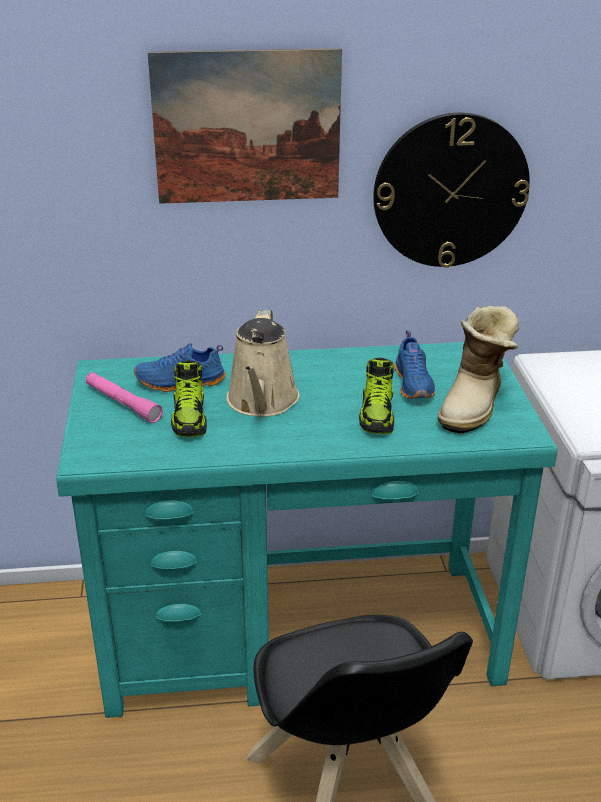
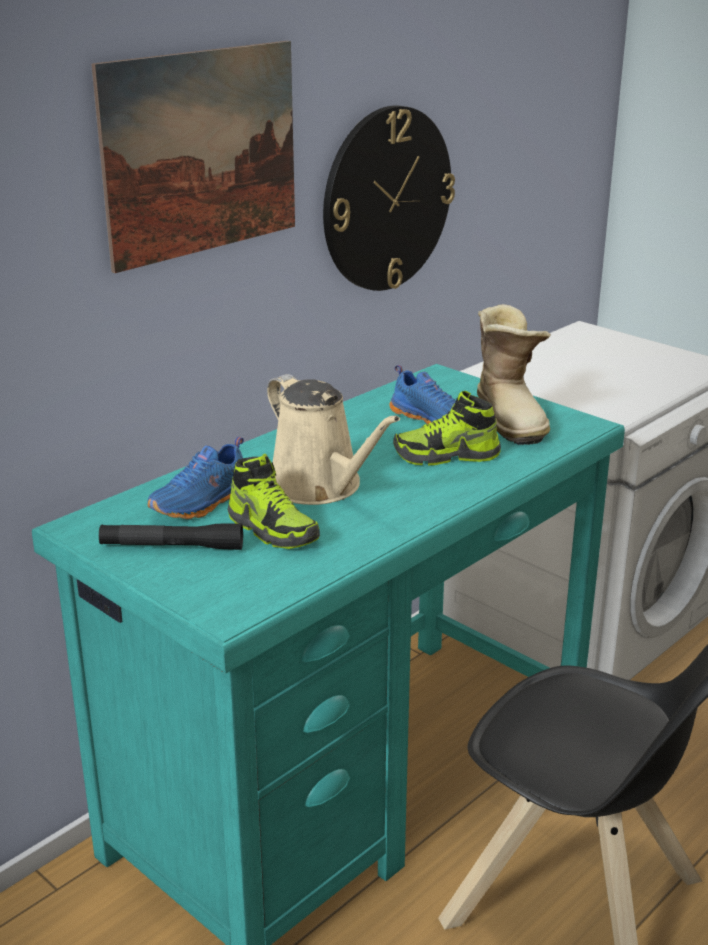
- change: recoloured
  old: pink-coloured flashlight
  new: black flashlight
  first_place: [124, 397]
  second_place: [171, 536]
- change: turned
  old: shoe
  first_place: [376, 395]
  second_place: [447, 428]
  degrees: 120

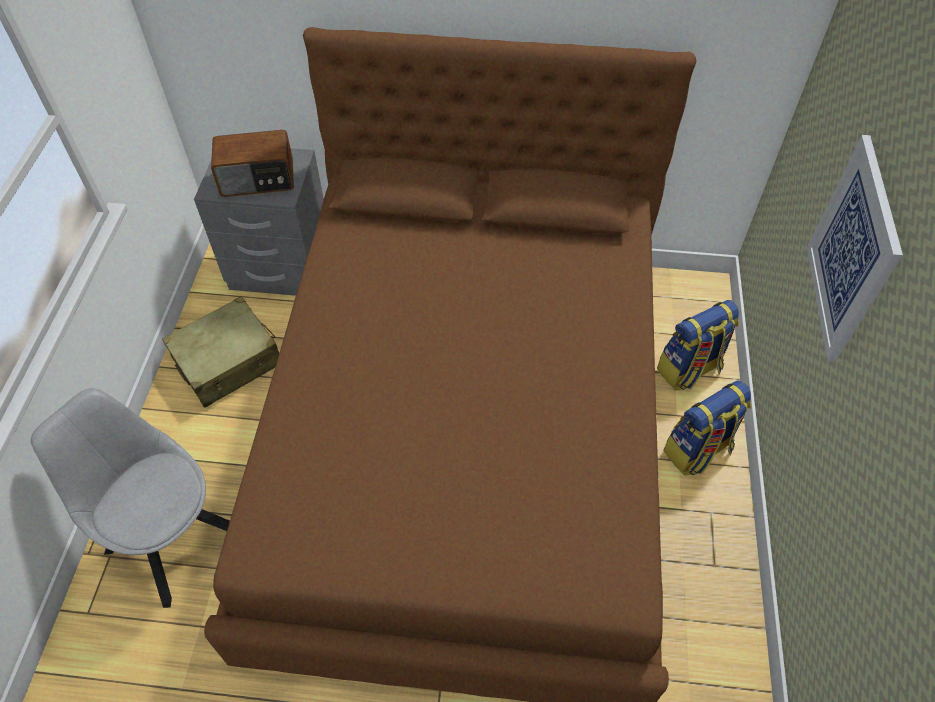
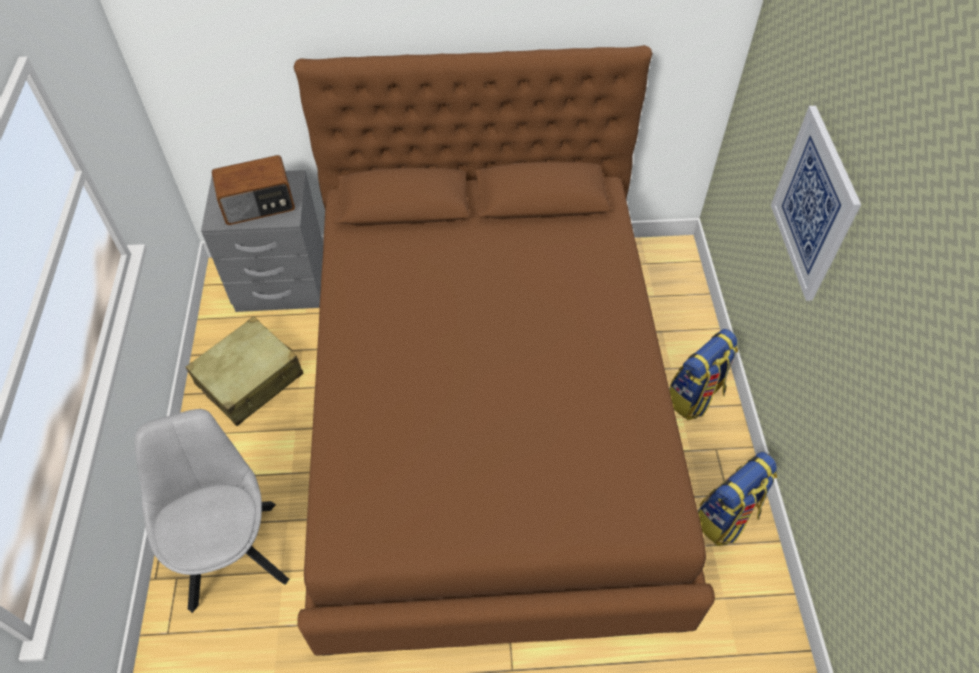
- change: moved
  old: rucksack
  first_place: [698, 345]
  second_place: [737, 499]
- change: turned
  old: gray plain chair
  first_place: [130, 498]
  second_place: [212, 511]
  degrees: 45

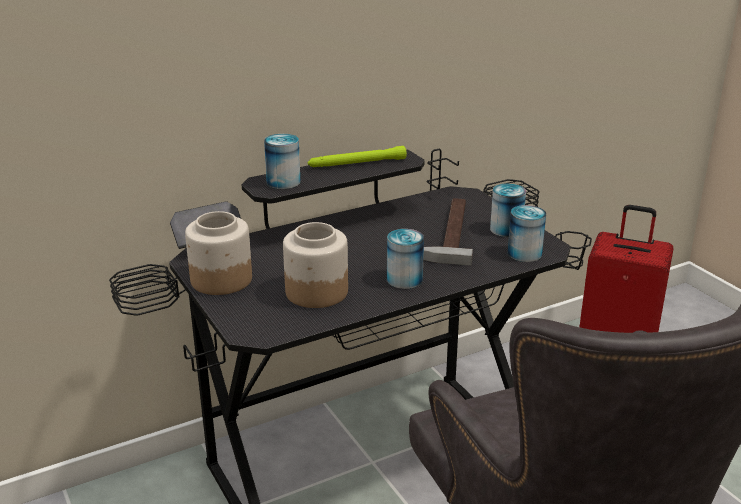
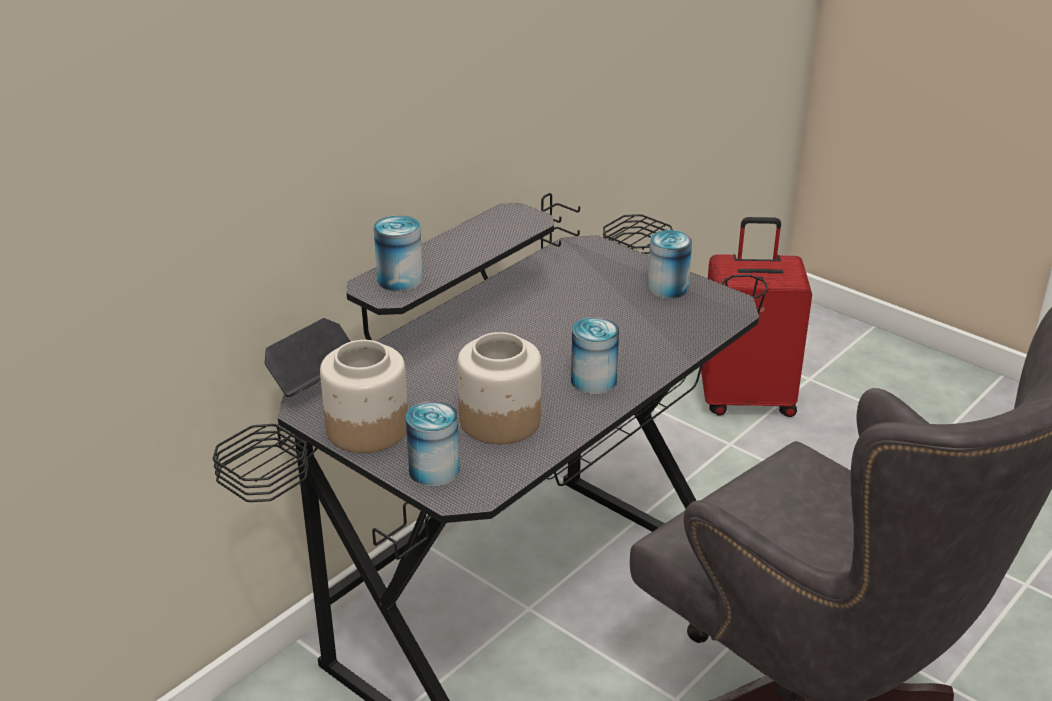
- change: removed
  old: greenish flashlight
  first_place: [357, 156]
- change: removed
  old: hand hammer
  first_place: [448, 232]
- change: moved
  old: sealed can
  first_place: [527, 233]
  second_place: [433, 444]

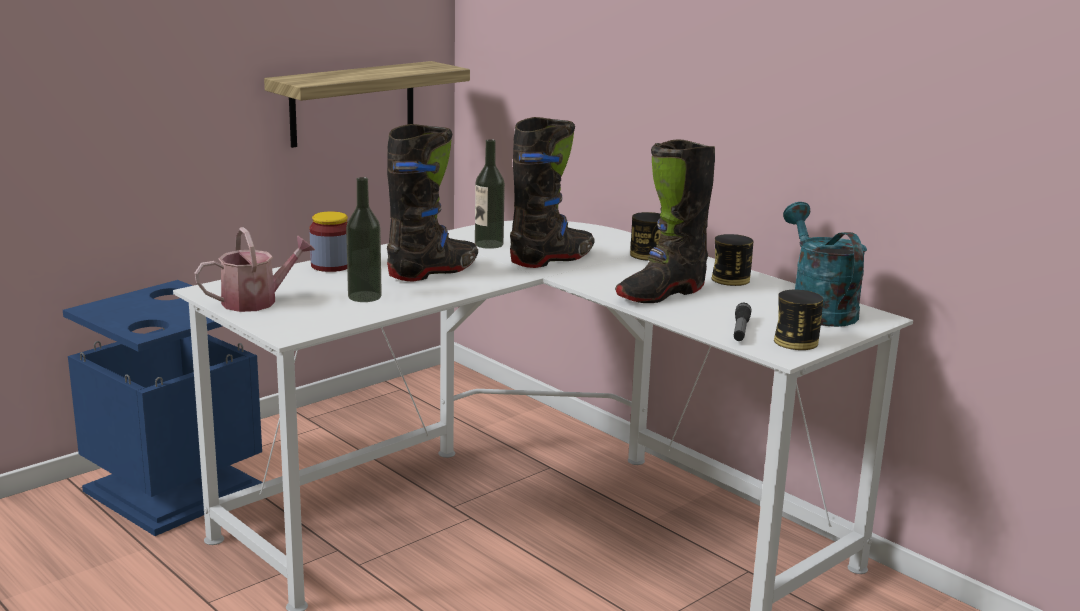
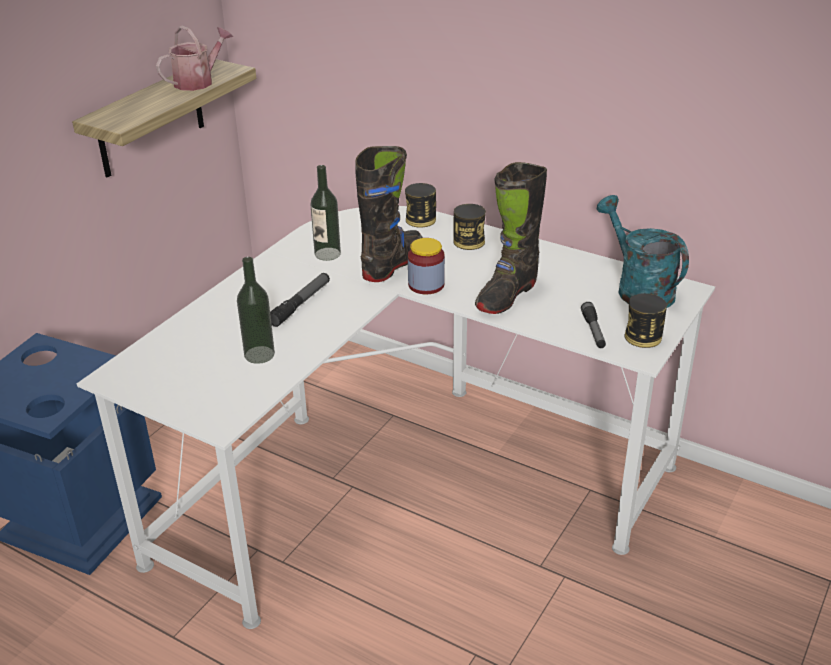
- change: moved
  old: watering pot
  first_place: [254, 269]
  second_place: [194, 58]
- change: moved
  old: jar
  first_place: [329, 241]
  second_place: [426, 266]
- change: moved
  old: sealed can
  first_place: [732, 260]
  second_place: [420, 205]
- change: replaced
  old: black high-top boot
  new: flashlight
  first_place: [432, 202]
  second_place: [300, 300]

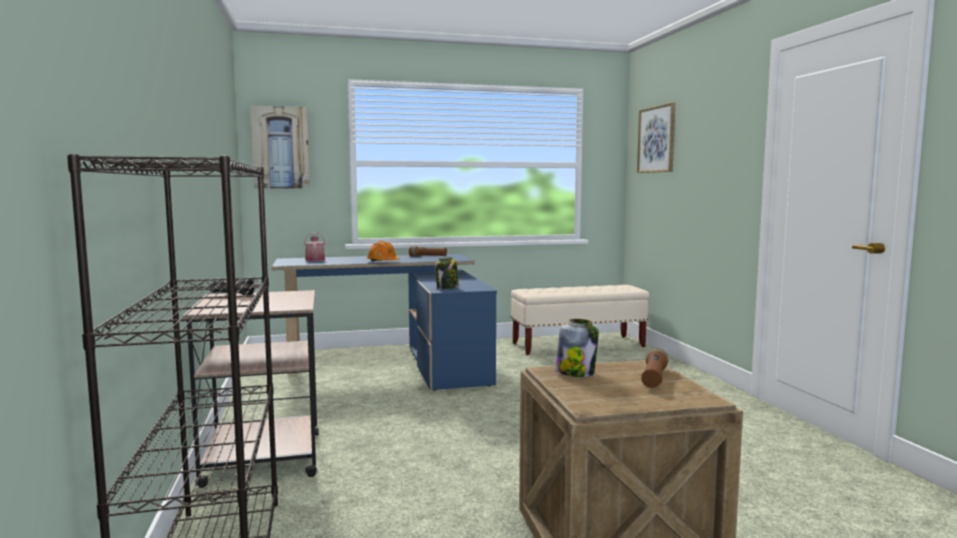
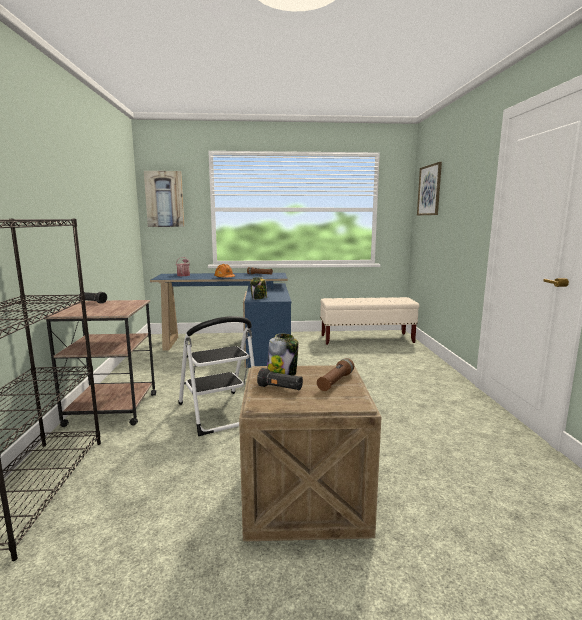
- change: added
  new: step ladder
  second_place: [216, 376]
- change: added
  new: black flashlight
  second_place: [280, 379]

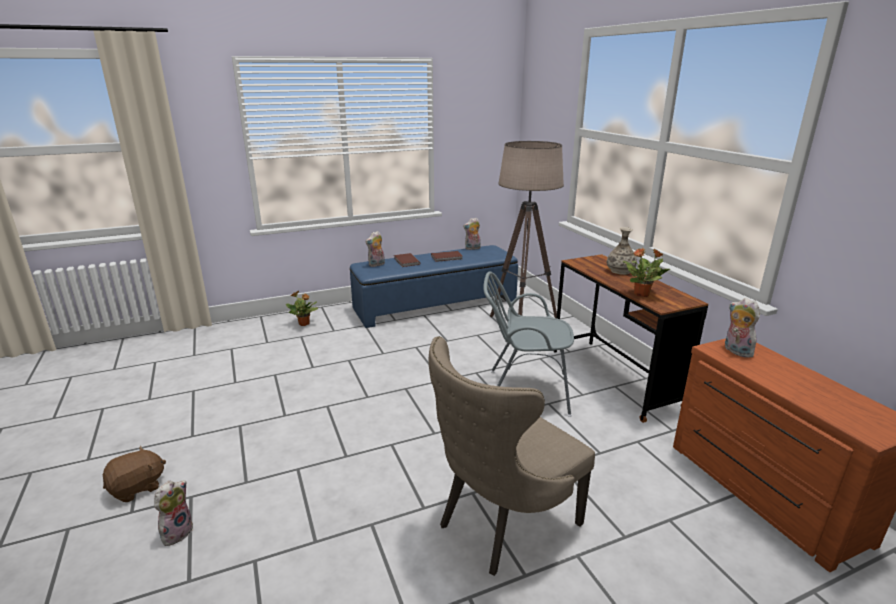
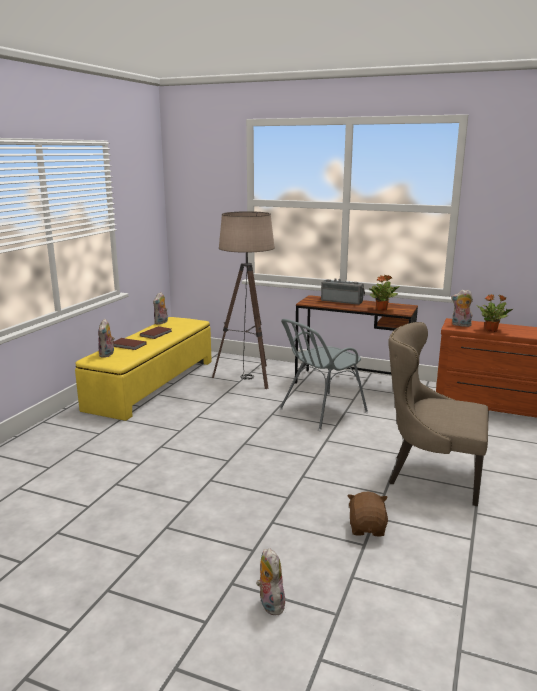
- change: moved
  old: brown-coloured plush toy
  first_place: [134, 474]
  second_place: [367, 514]
- change: moved
  old: houseplant
  first_place: [302, 308]
  second_place: [494, 313]
- change: replaced
  old: vase
  new: radio receiver
  first_place: [622, 251]
  second_place: [343, 291]
- change: recoloured
  old: blue-coloured bench
  new: yellow bench
  first_place: [434, 286]
  second_place: [143, 369]
- change: turned
  old: sand-coloured plain chair
  first_place: [512, 456]
  second_place: [438, 414]
  degrees: 105

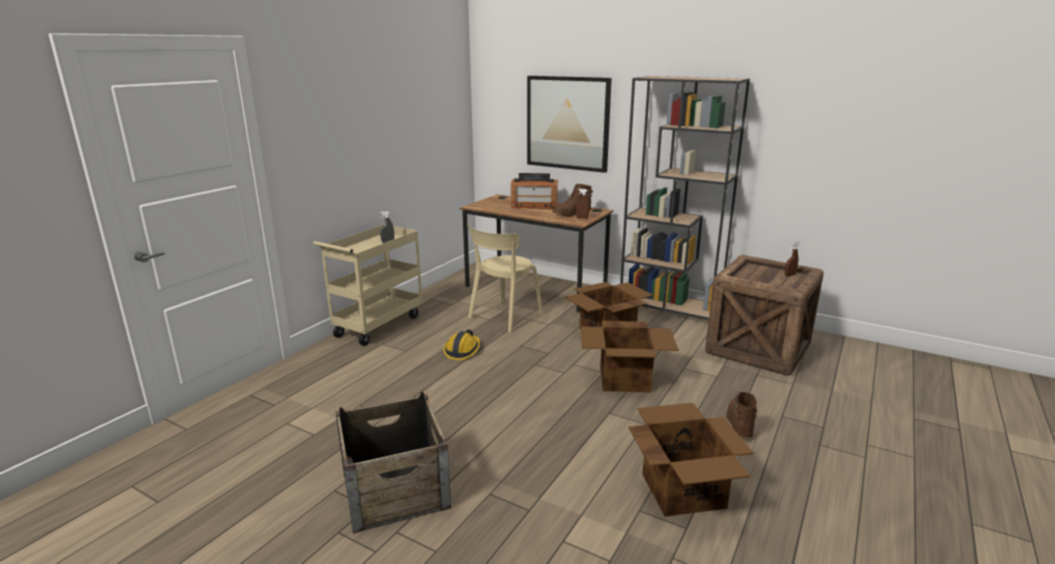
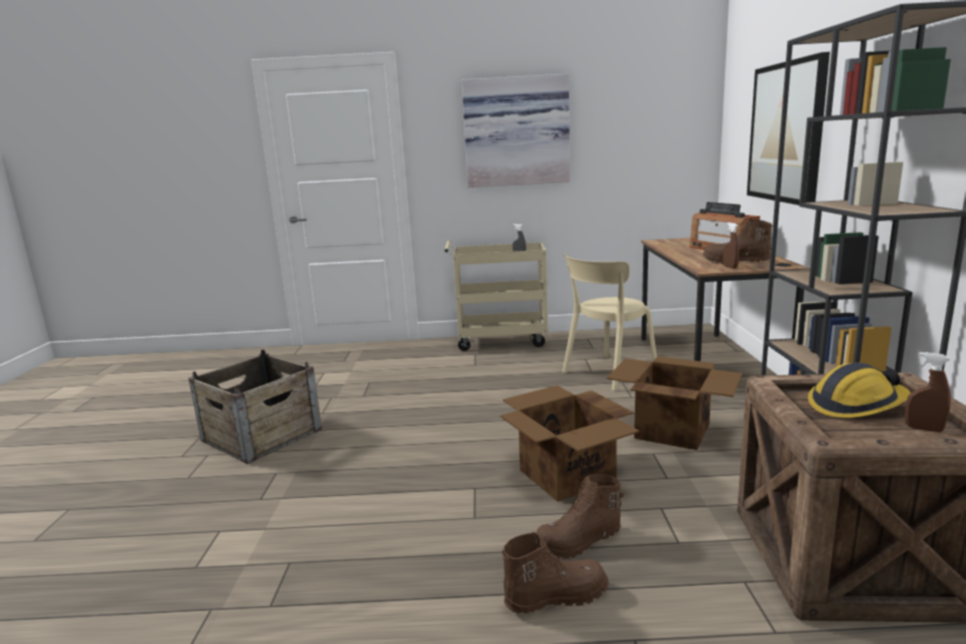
- change: removed
  old: carton
  first_place: [691, 460]
- change: added
  new: picture
  second_place: [516, 130]
- change: added
  new: brown-coloured high-top boot
  second_place: [580, 516]
- change: moved
  old: work helmet
  first_place: [461, 344]
  second_place: [859, 390]
- change: turned
  old: sand-coloured plain chair
  first_place: [505, 277]
  second_place: [609, 322]
  degrees: -45

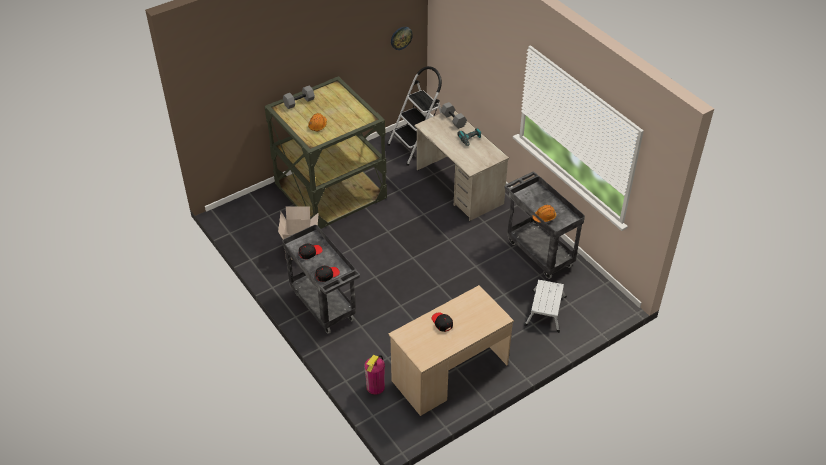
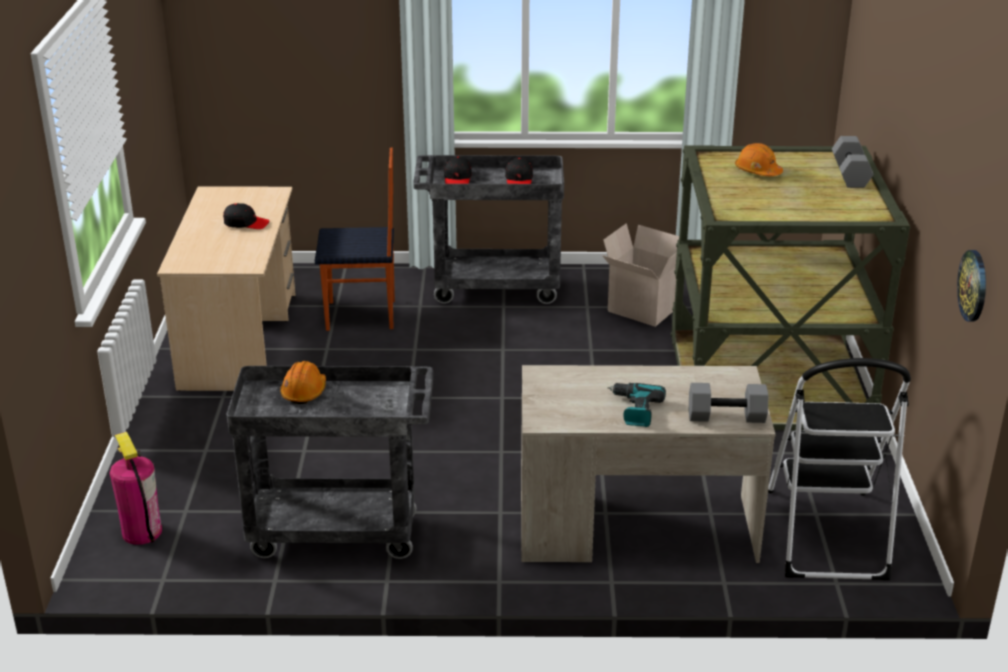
- change: removed
  old: whitish step ladder
  first_place: [545, 306]
- change: added
  new: plain chair
  second_place: [355, 239]
- change: moved
  old: fire extinguisher
  first_place: [374, 375]
  second_place: [136, 488]

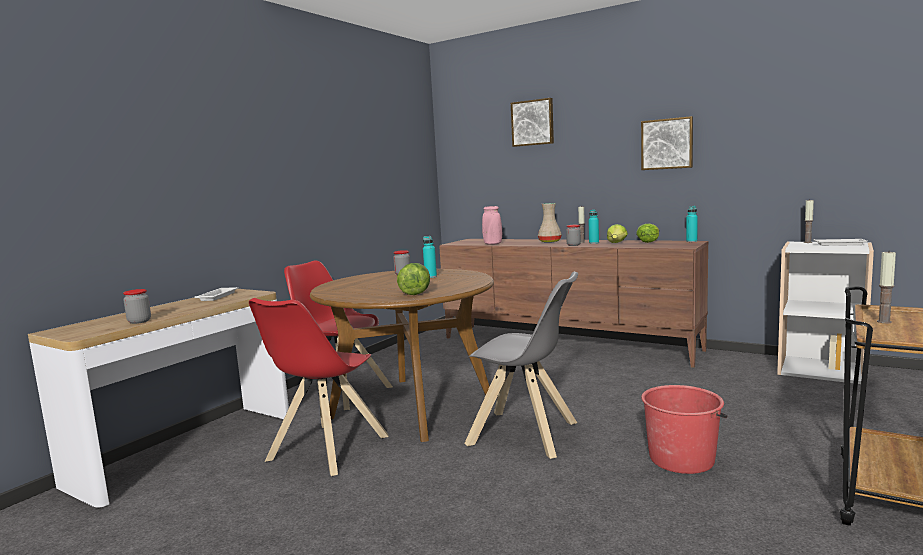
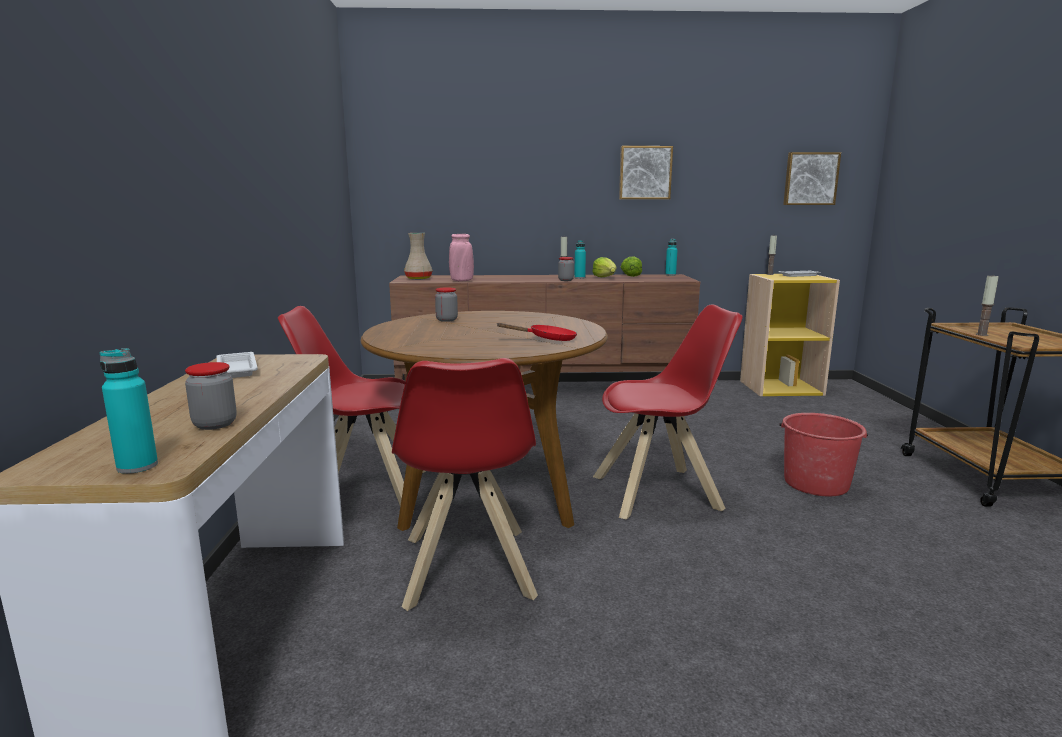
- change: moved
  old: turquoise drink bottle
  first_place: [430, 257]
  second_place: [129, 411]
- change: moved
  old: picture
  first_place: [532, 122]
  second_place: [812, 178]
- change: moved
  old: sand-coloured vase
  first_place: [550, 223]
  second_place: [418, 256]
- change: replaced
  old: lettuce head
  new: red frying pan
  first_place: [413, 279]
  second_place: [536, 332]
- change: recoloured
  old: gray plain chair
  new: red plain chair
  first_place: [521, 365]
  second_place: [667, 412]
- change: recoloured
  old: whitish bookshelf
  new: yellow bookshelf
  first_place: [825, 313]
  second_place: [790, 335]

